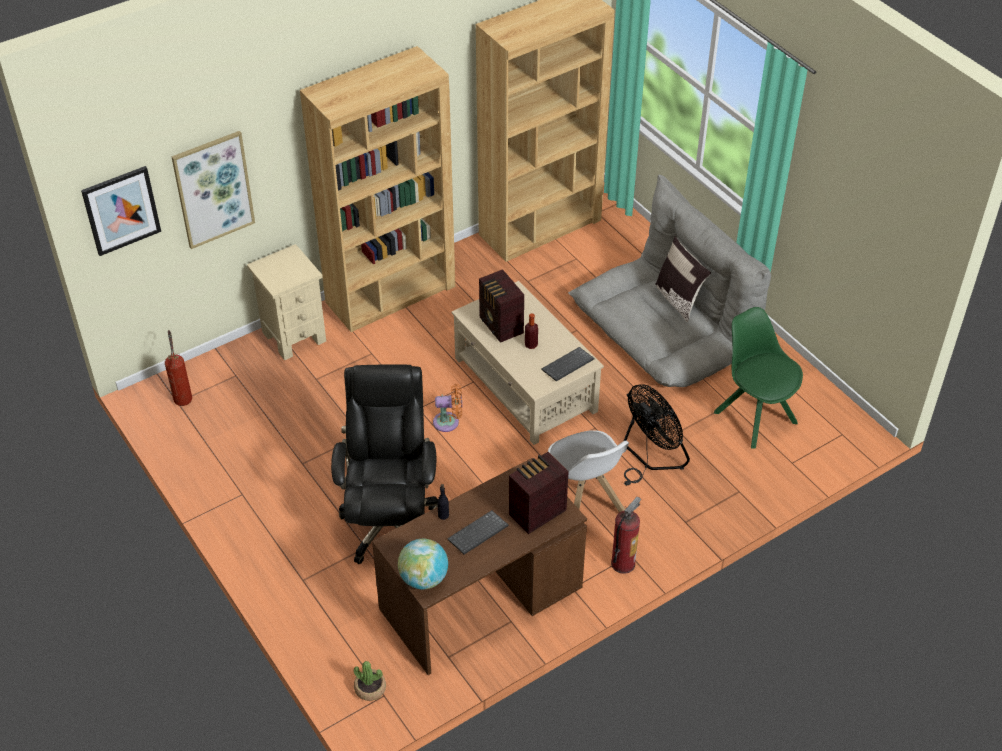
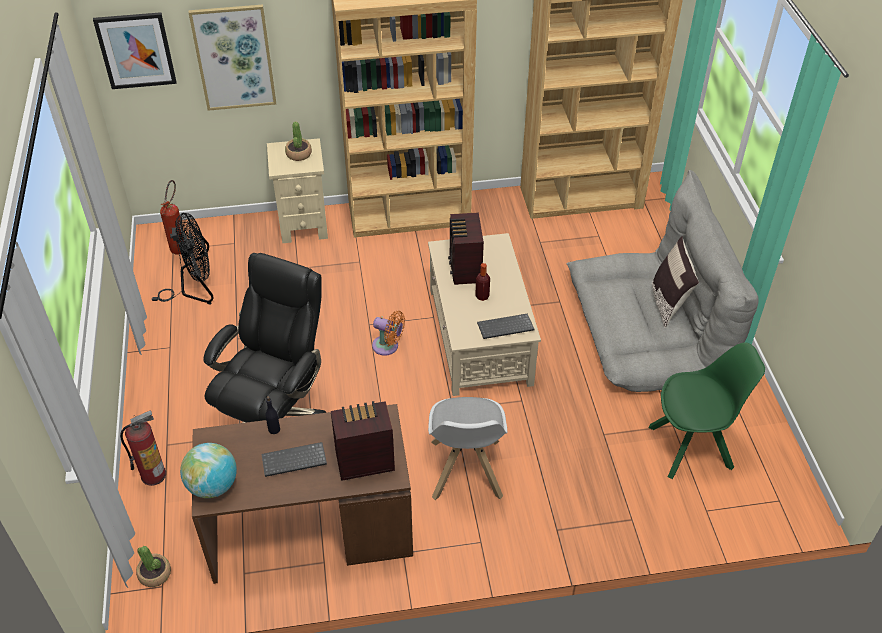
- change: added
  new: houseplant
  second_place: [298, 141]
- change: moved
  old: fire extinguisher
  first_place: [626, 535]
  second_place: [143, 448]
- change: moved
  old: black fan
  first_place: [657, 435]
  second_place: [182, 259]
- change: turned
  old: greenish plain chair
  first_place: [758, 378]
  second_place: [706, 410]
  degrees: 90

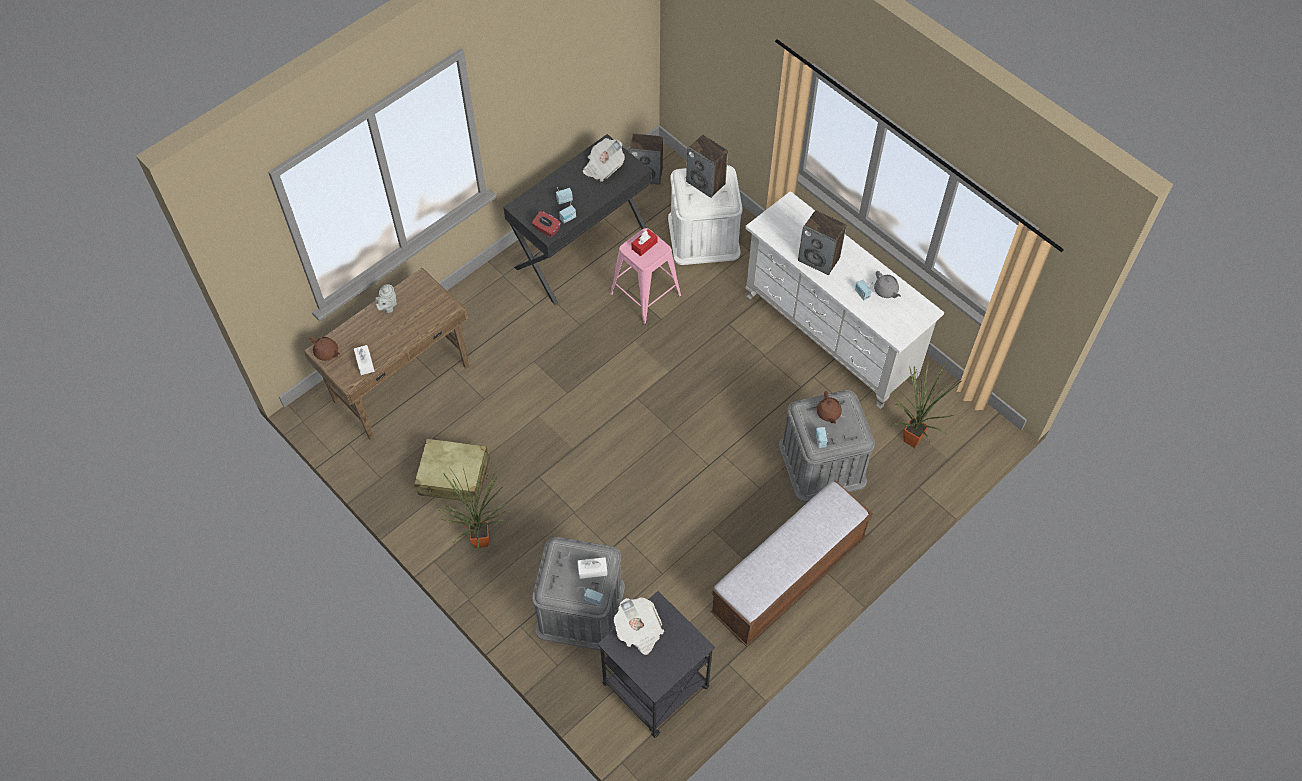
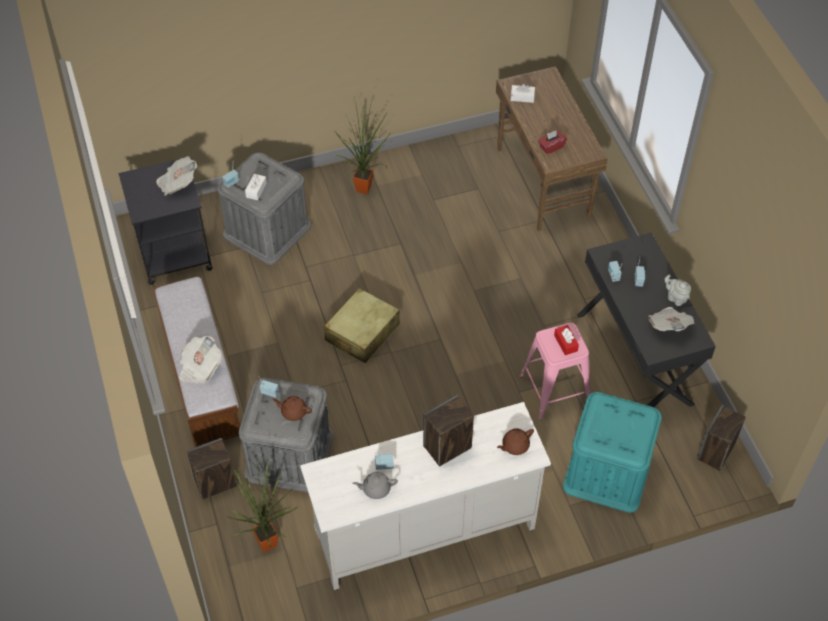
- change: added
  new: newspaper
  second_place: [200, 360]
- change: moved
  old: brown-coloured teapot
  first_place: [325, 349]
  second_place: [515, 441]
- change: moved
  old: gray teapot
  first_place: [386, 298]
  second_place: [677, 290]
- change: moved
  old: sand-coloured piece of luggage
  first_place: [452, 471]
  second_place: [362, 325]
- change: moved
  old: red tissue box
  first_place: [546, 224]
  second_place: [552, 142]
- change: moved
  old: audio speaker
  first_place: [707, 166]
  second_place: [211, 469]
- change: recoloured
  old: whitish storage bin
  new: turquoise storage bin
  first_place: [705, 215]
  second_place: [612, 452]

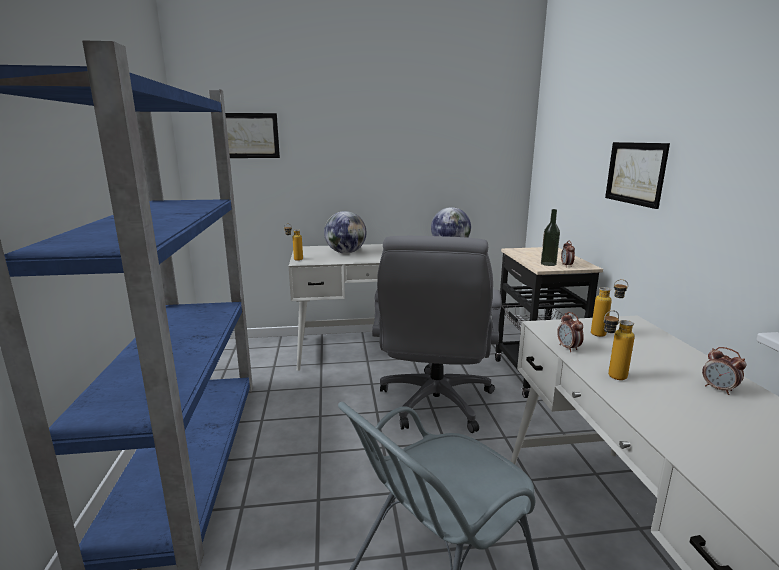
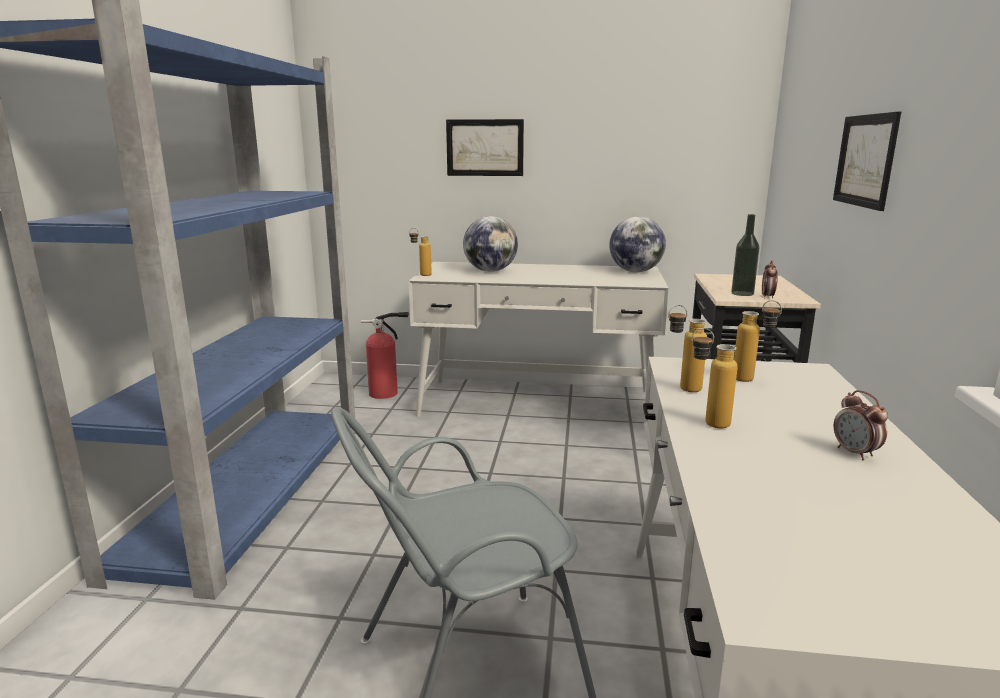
- change: removed
  old: gray desk chair
  first_place: [437, 334]
- change: added
  new: fire extinguisher
  second_place: [385, 355]
- change: moved
  old: picture
  first_place: [252, 135]
  second_place: [485, 147]
- change: replaced
  old: table clock
  new: drink bottle
  first_place: [570, 332]
  second_place: [687, 348]

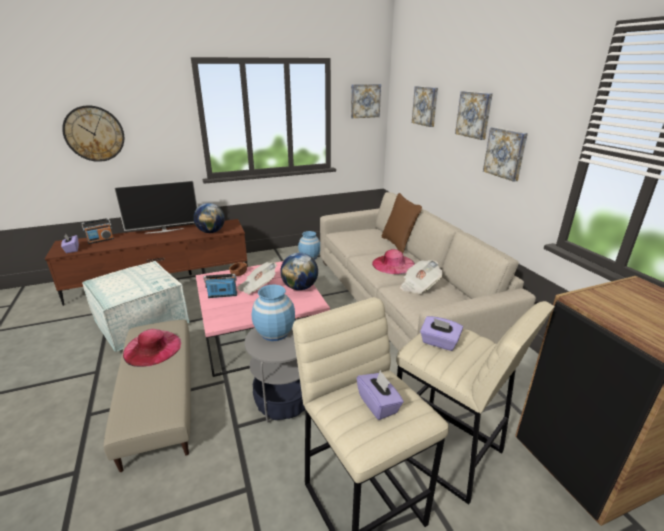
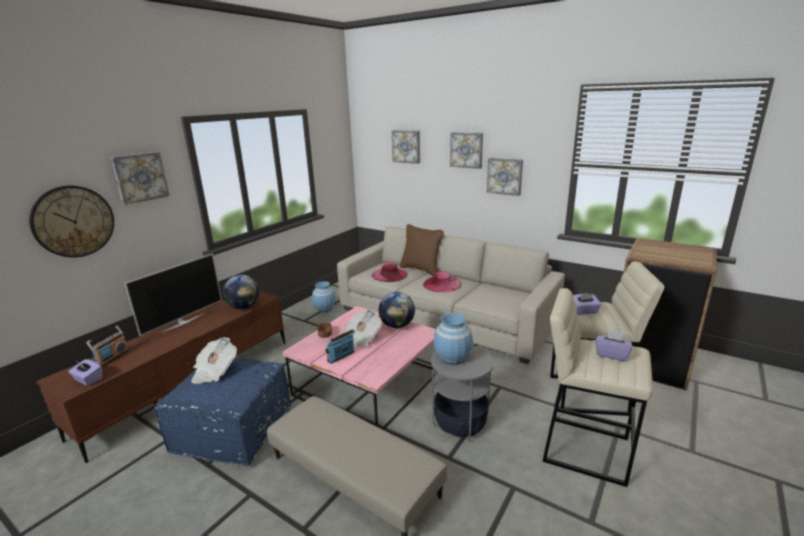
- change: moved
  old: pink-coloured wearable hat
  first_place: [152, 348]
  second_place: [389, 272]
- change: moved
  old: picture
  first_place: [366, 101]
  second_place: [139, 178]
- change: moved
  old: newspaper
  first_place: [421, 277]
  second_place: [214, 360]
- change: recoloured
  old: whitish footrest
  new: blue-coloured footrest
  first_place: [135, 306]
  second_place: [222, 412]

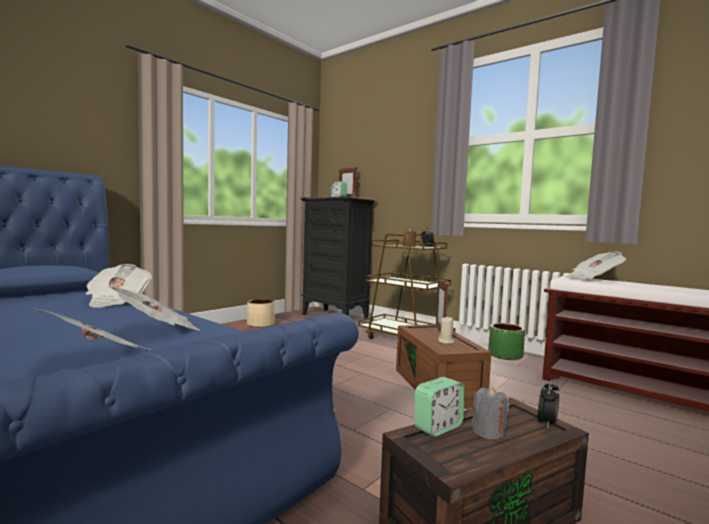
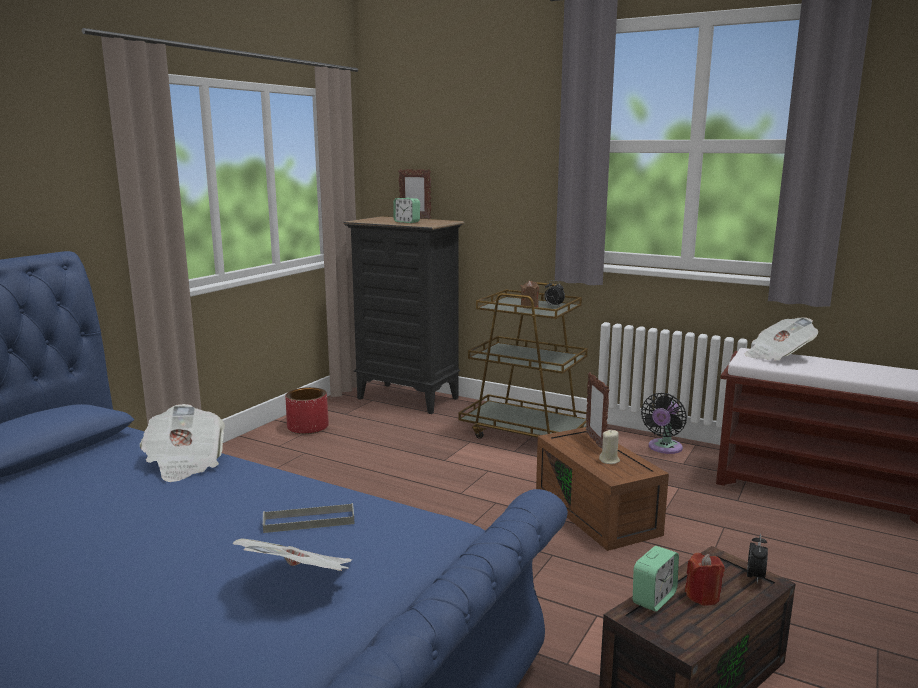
- change: replaced
  old: newspaper
  new: gray carrying tray
  first_place: [154, 308]
  second_place: [308, 518]
- change: replaced
  old: greenish planter
  new: black fan
  first_place: [506, 341]
  second_place: [664, 423]
- change: recoloured
  old: sand-coloured planter
  new: red planter
  first_place: [261, 313]
  second_place: [307, 410]
- change: recoloured
  old: gray wax candle
  new: red wax candle
  first_place: [490, 413]
  second_place: [705, 579]

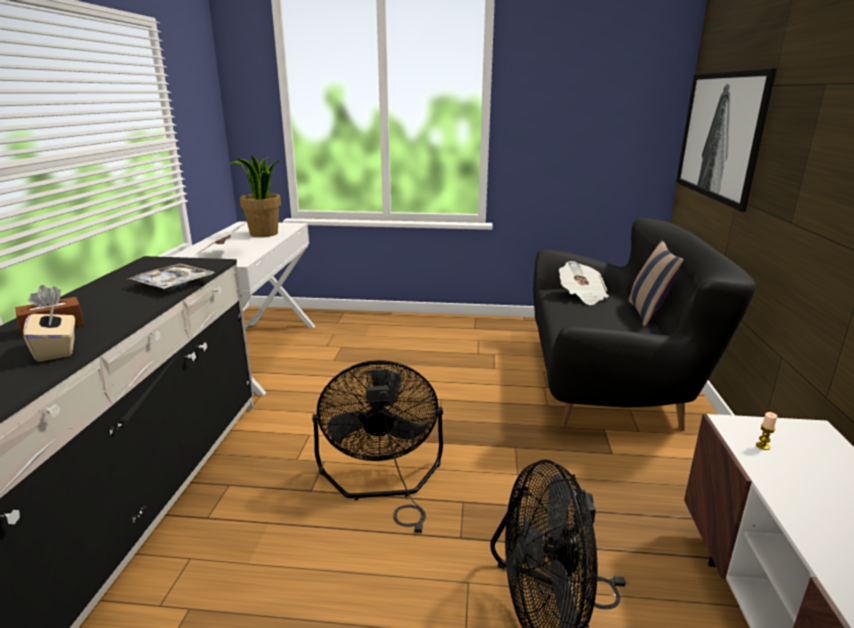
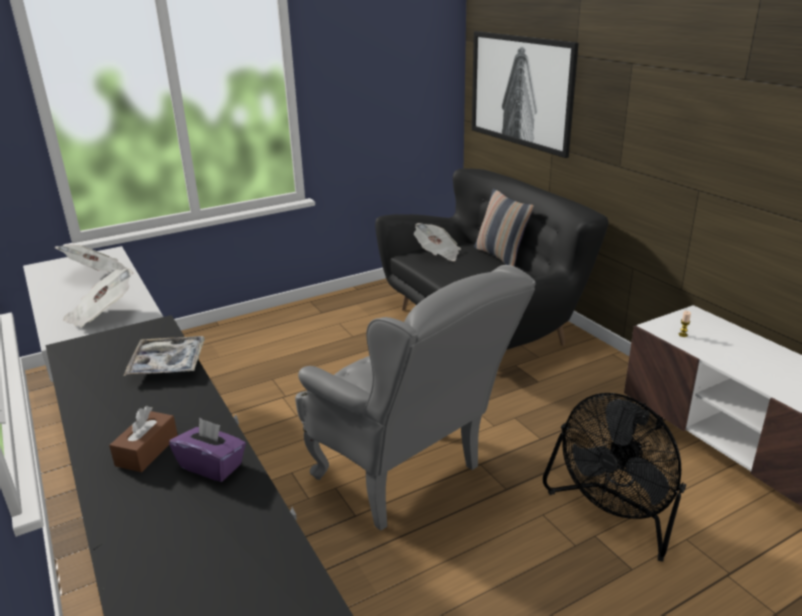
- change: replaced
  old: houseplant
  new: newspaper
  first_place: [255, 196]
  second_place: [91, 258]
- change: replaced
  old: black fan
  new: gray easy chair
  first_place: [377, 447]
  second_place: [415, 398]
- change: recoloured
  old: sand-coloured tissue box
  new: purplish tissue box
  first_place: [49, 332]
  second_place: [207, 449]

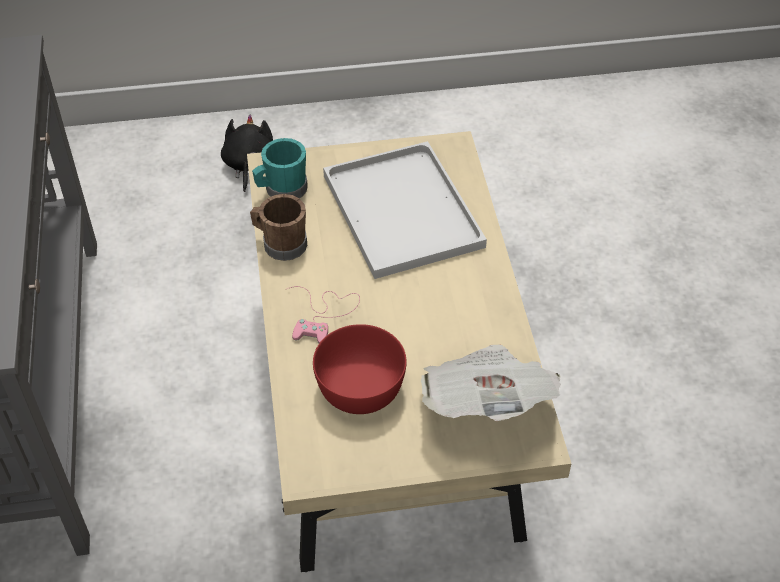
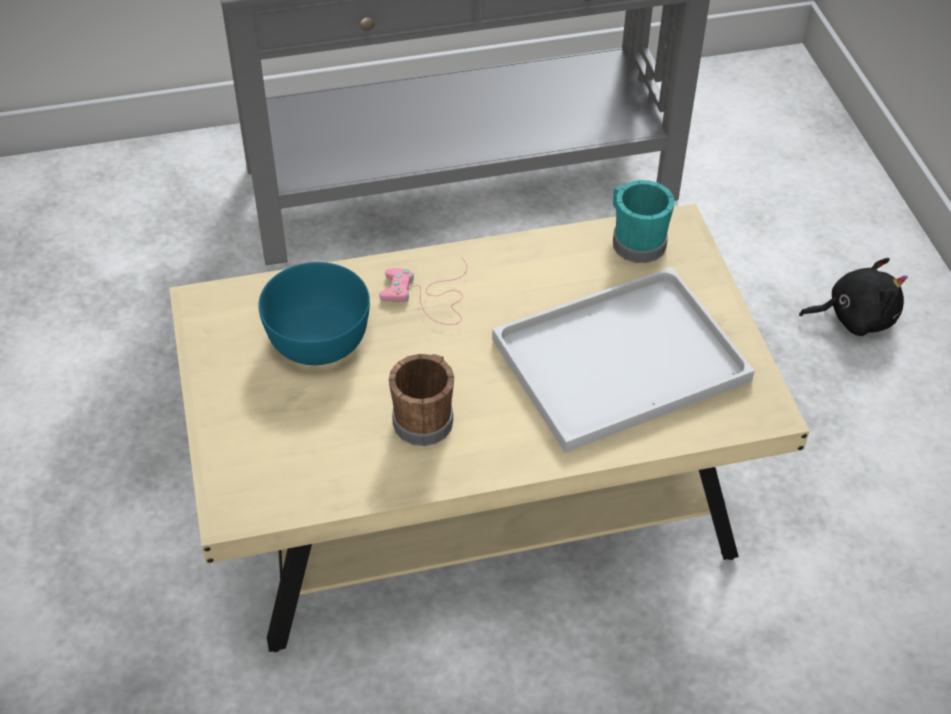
- change: removed
  old: newspaper
  first_place: [491, 383]
- change: moved
  old: brown-coloured tea mug
  first_place: [278, 227]
  second_place: [421, 400]
- change: recoloured
  old: red serving bowl
  new: turquoise serving bowl
  first_place: [360, 369]
  second_place: [314, 313]

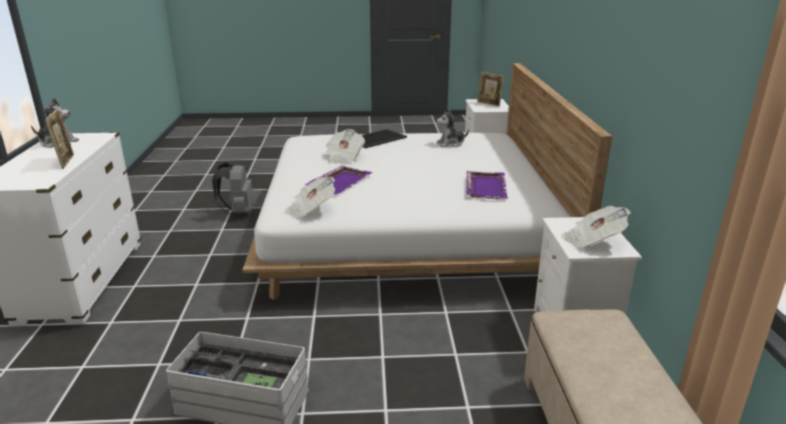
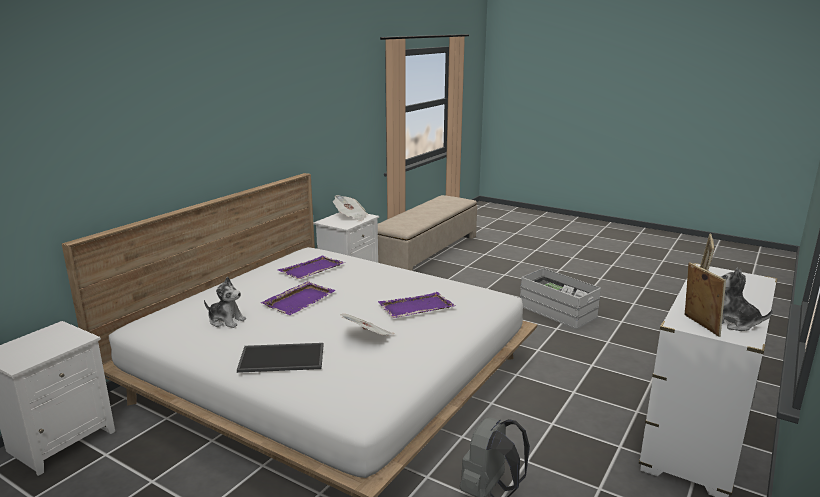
- change: removed
  old: newspaper
  first_place: [310, 197]
- change: added
  new: purplish carrying tray
  second_place: [298, 298]
- change: moved
  old: standing frame
  first_place: [490, 89]
  second_place: [705, 299]

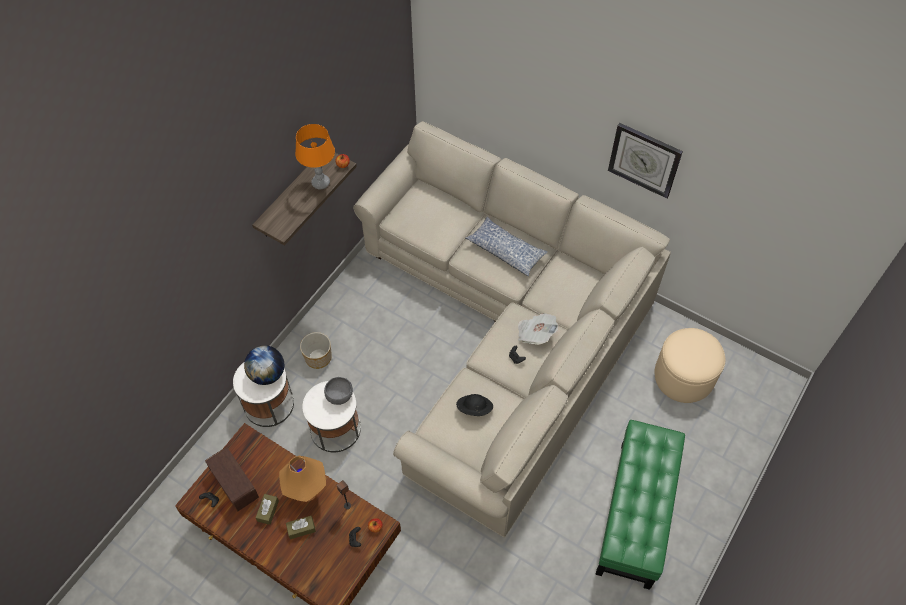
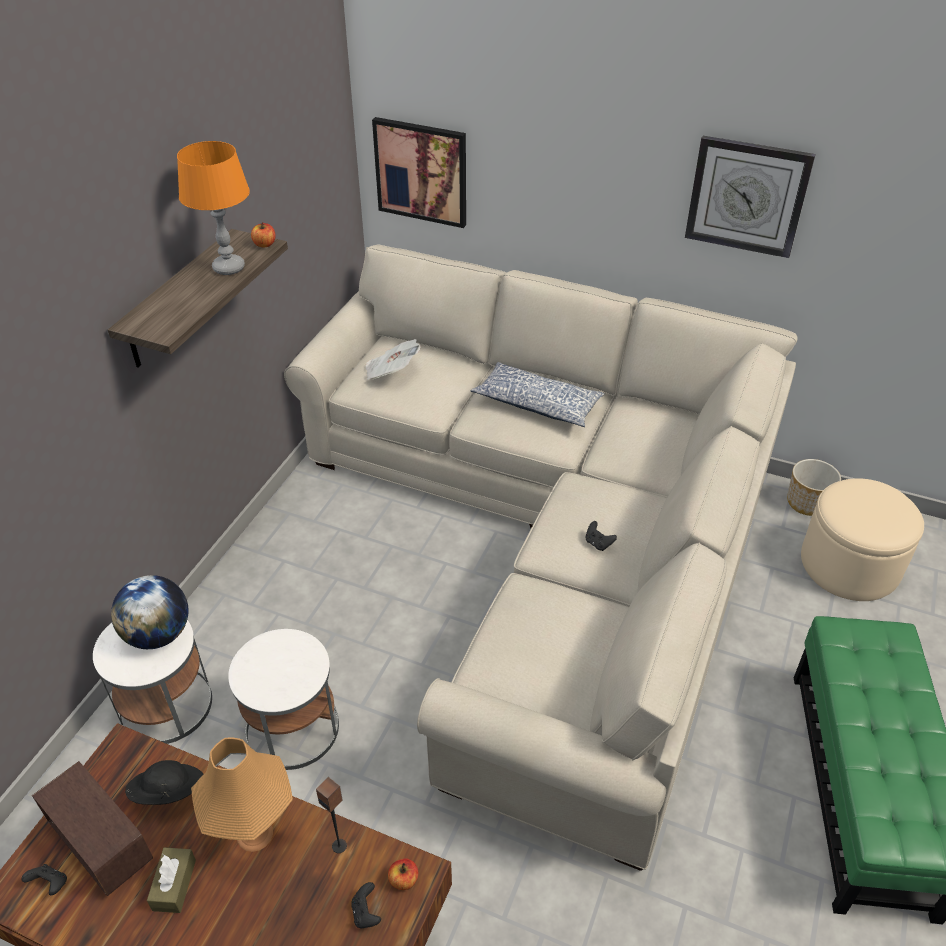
- change: removed
  old: brown-coloured tissue box
  first_place: [301, 527]
- change: removed
  old: gray serving bowl
  first_place: [338, 391]
- change: added
  new: picture
  second_place: [419, 172]
- change: moved
  old: planter
  first_place: [316, 350]
  second_place: [814, 487]
- change: moved
  old: black wearable hat
  first_place: [474, 405]
  second_place: [164, 782]
- change: moved
  old: newspaper
  first_place: [538, 329]
  second_place: [393, 359]

